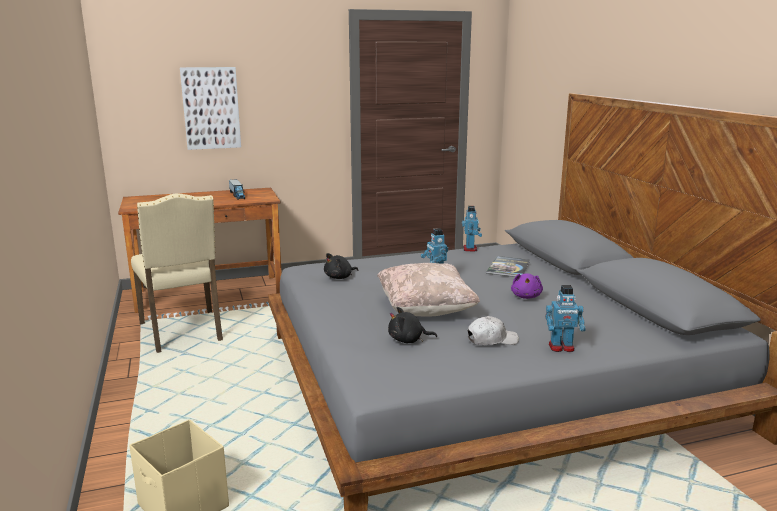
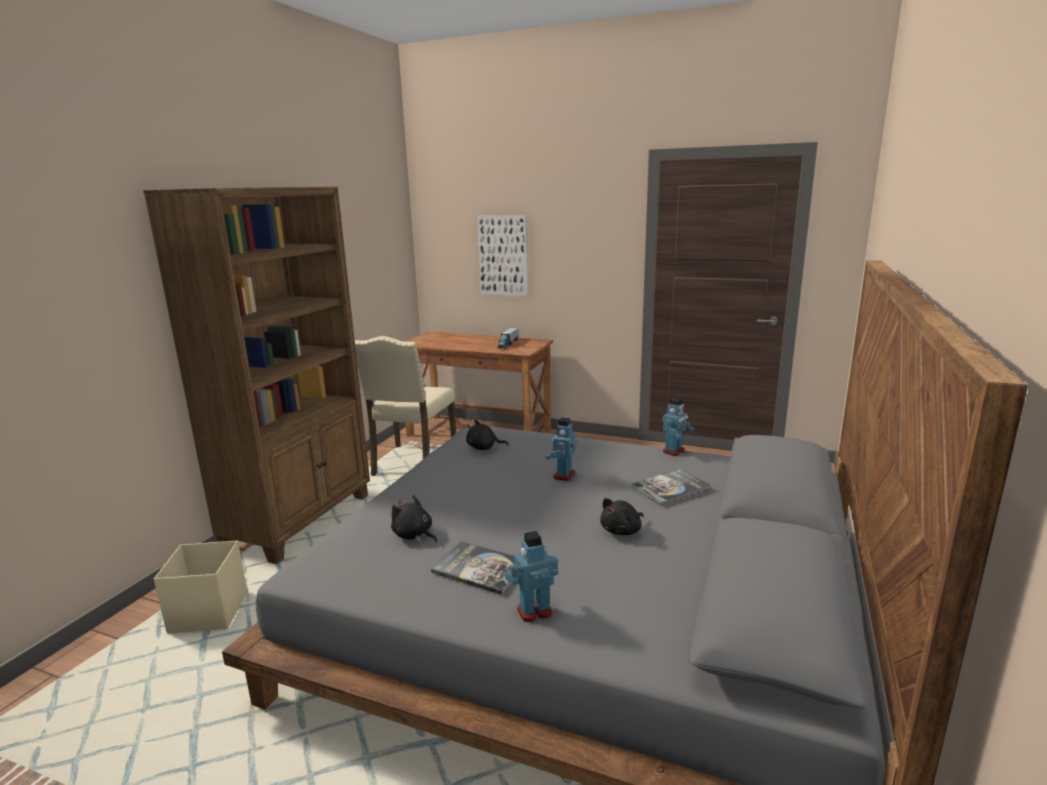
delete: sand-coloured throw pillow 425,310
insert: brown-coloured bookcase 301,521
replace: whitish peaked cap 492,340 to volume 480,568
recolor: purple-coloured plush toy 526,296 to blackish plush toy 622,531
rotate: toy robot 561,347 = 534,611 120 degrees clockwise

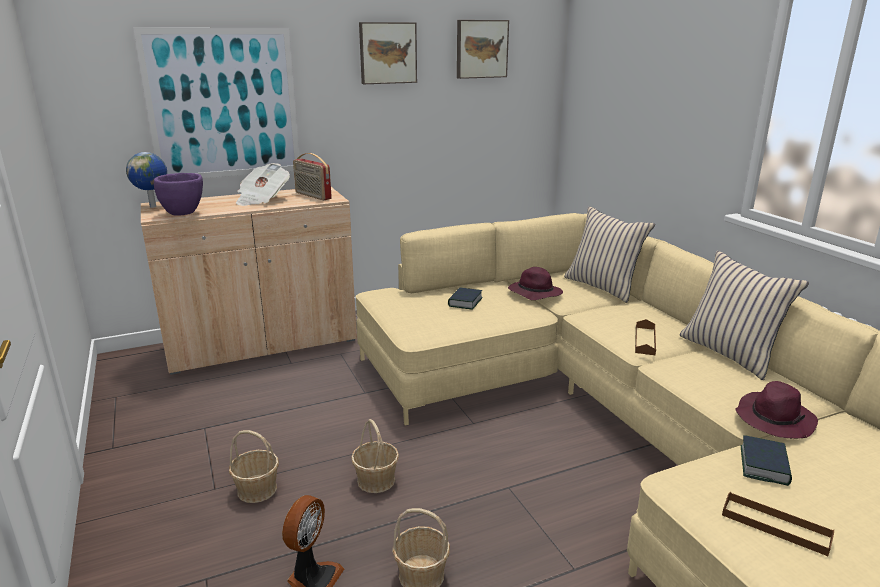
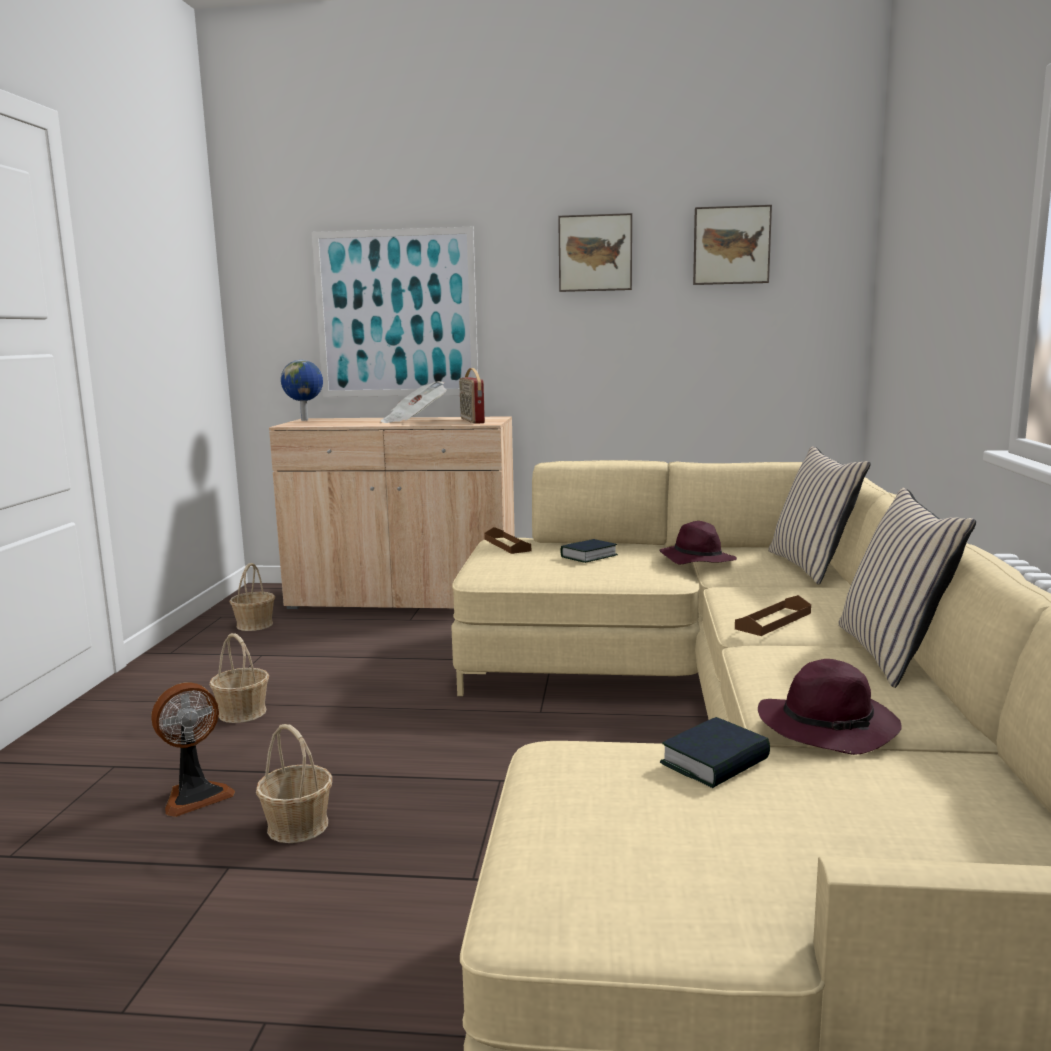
delete: purple-coloured deep dish 183,214
move: basket 376,480 to 255,625; brown-coloured serving tray 775,526 to 507,545

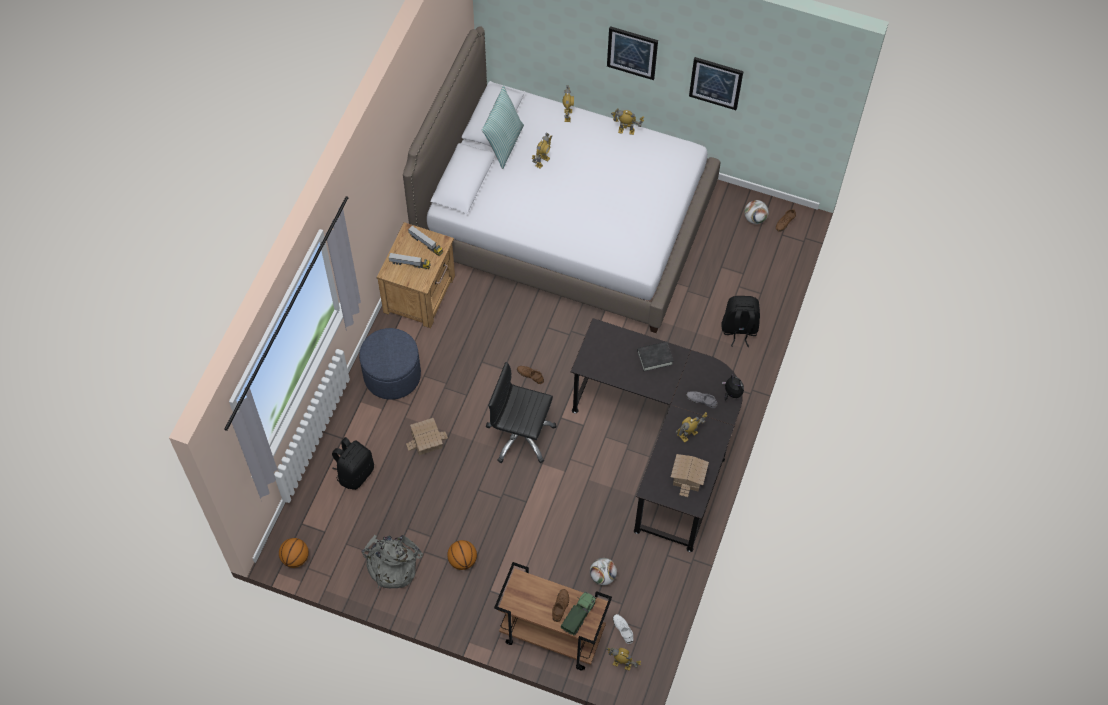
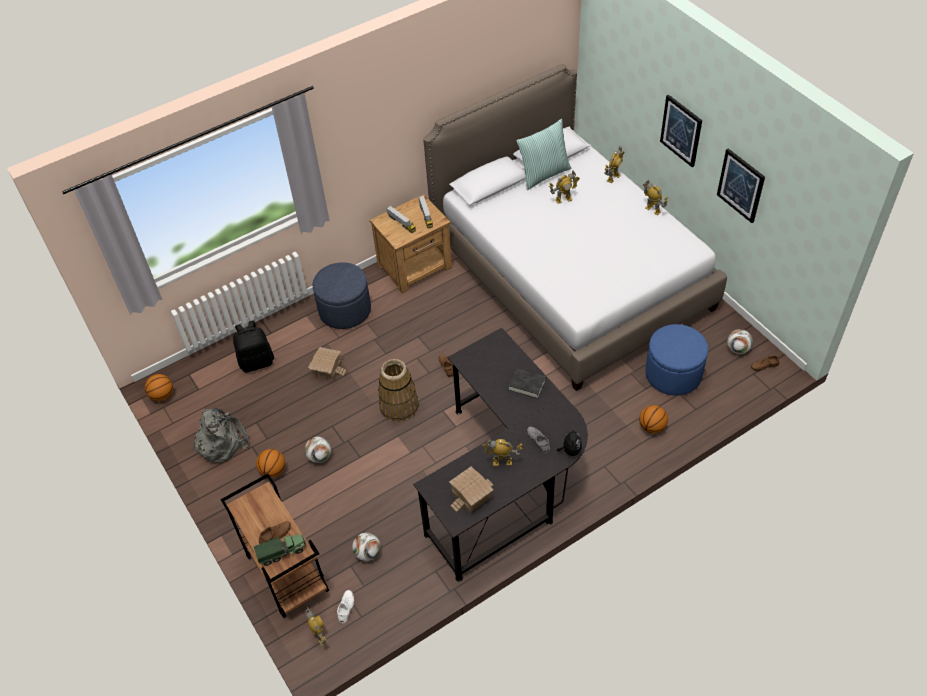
insert: football ball 319,456; blue ottoman 673,374
replace: blackish desk chair 520,436 to basket 399,406; blackish knapsack 739,329 to basketball ball 652,427

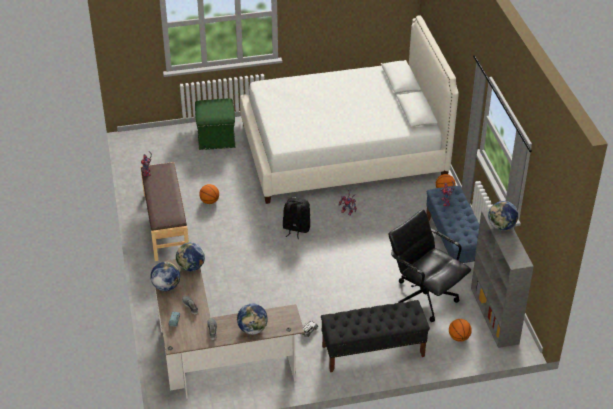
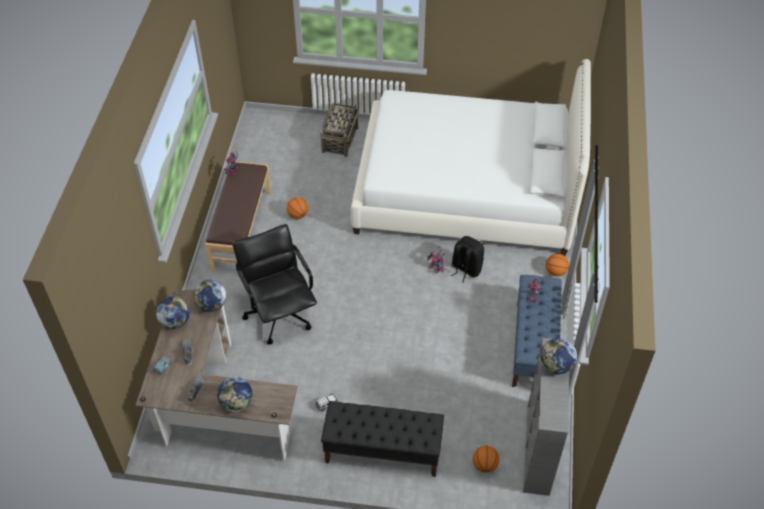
move: blackish knapsack 296,229 to 465,269; blackish desk chair 424,297 to 279,314
replace: green-coloured ottoman 216,138 to basket 340,139

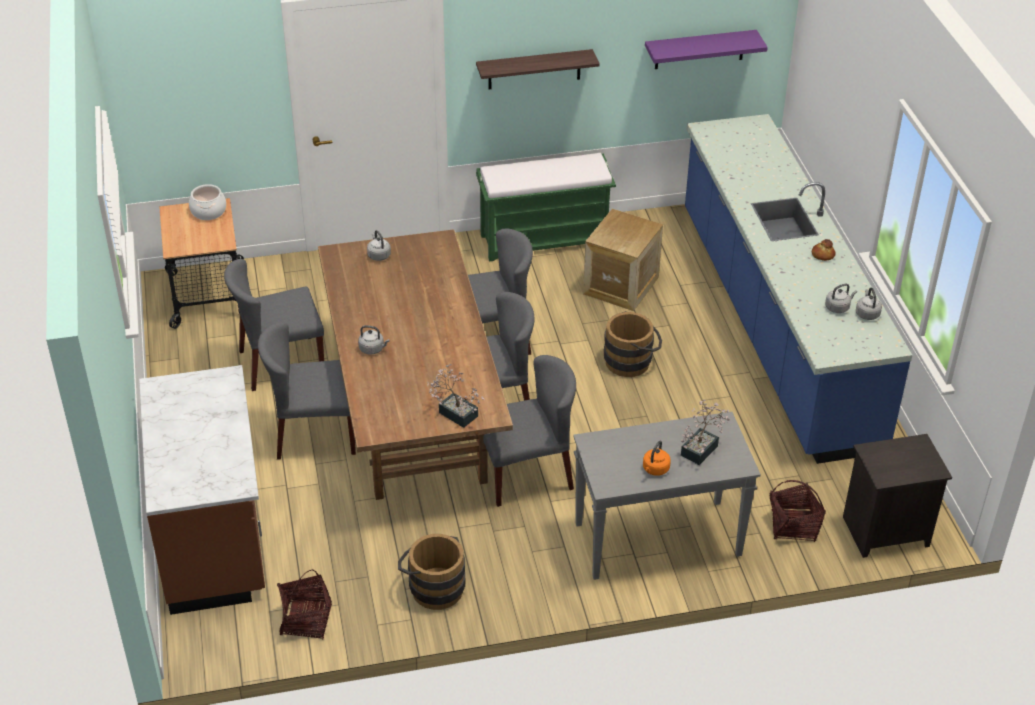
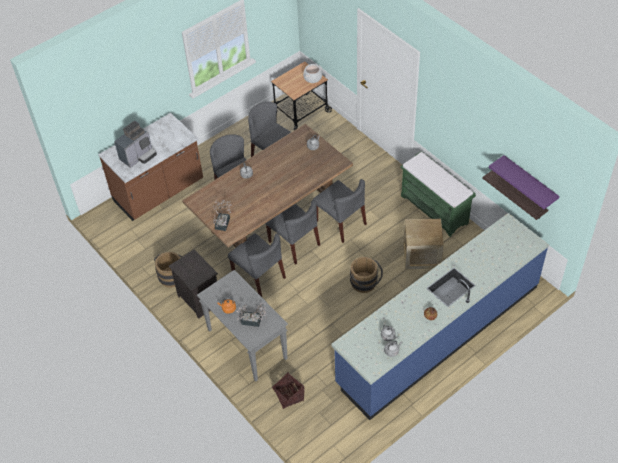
delete: basket 306,621
insert: coffee maker 138,156
move: shelf 534,69 to 519,195; blackish night table 885,533 to 198,299

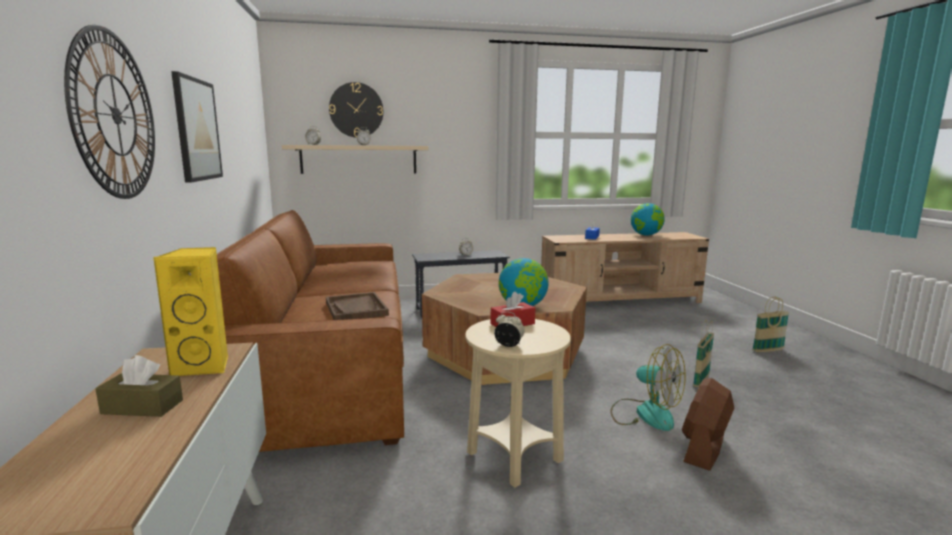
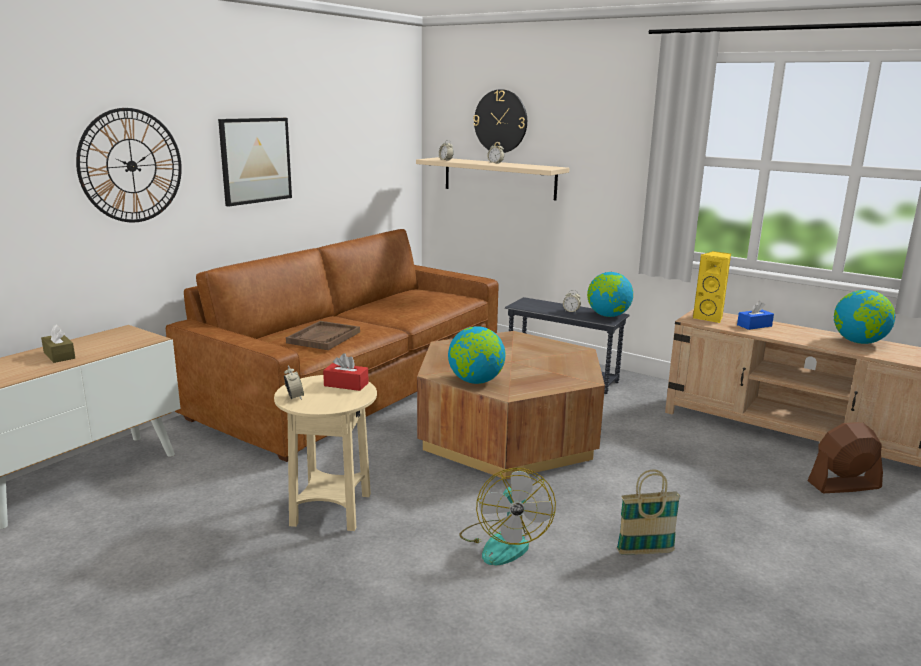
delete: basket 767,350
insert: world globe 608,316
move: yellow loudspeaker 205,366 to 710,318; brown-coloured fan 703,449 to 843,485

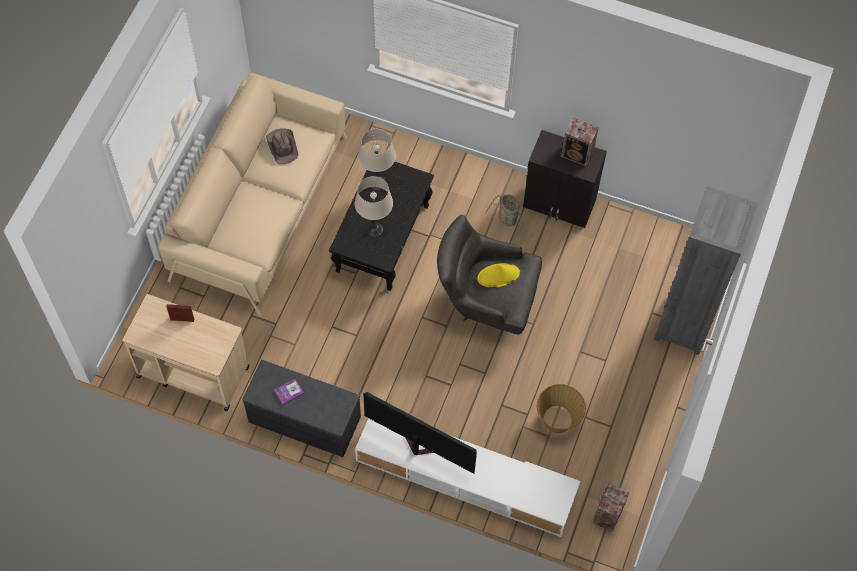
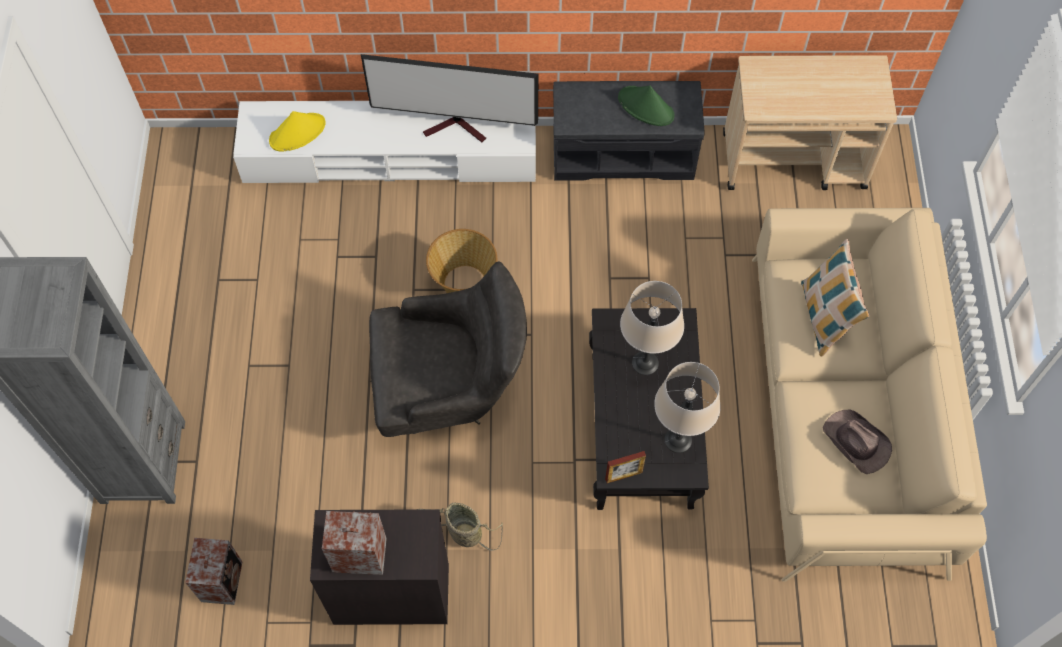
insert: throw pillow 824,317
move: standing frame 182,319 to 623,475; yellow hat 498,276 to 297,132; basket 558,419 to 463,283; loudspeaker 607,515 to 223,580
replace: volume 289,392 to green-coloured hat 646,107

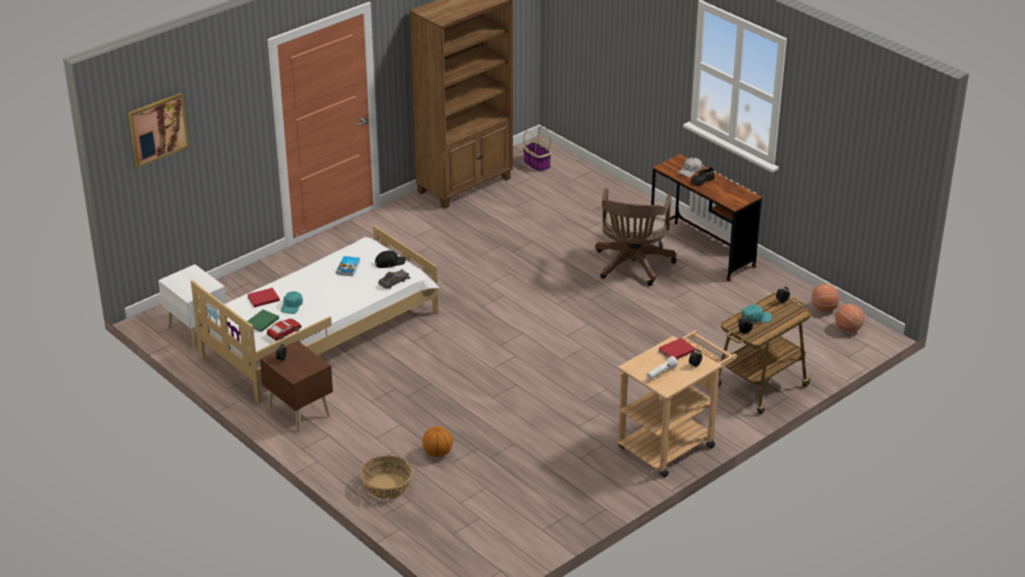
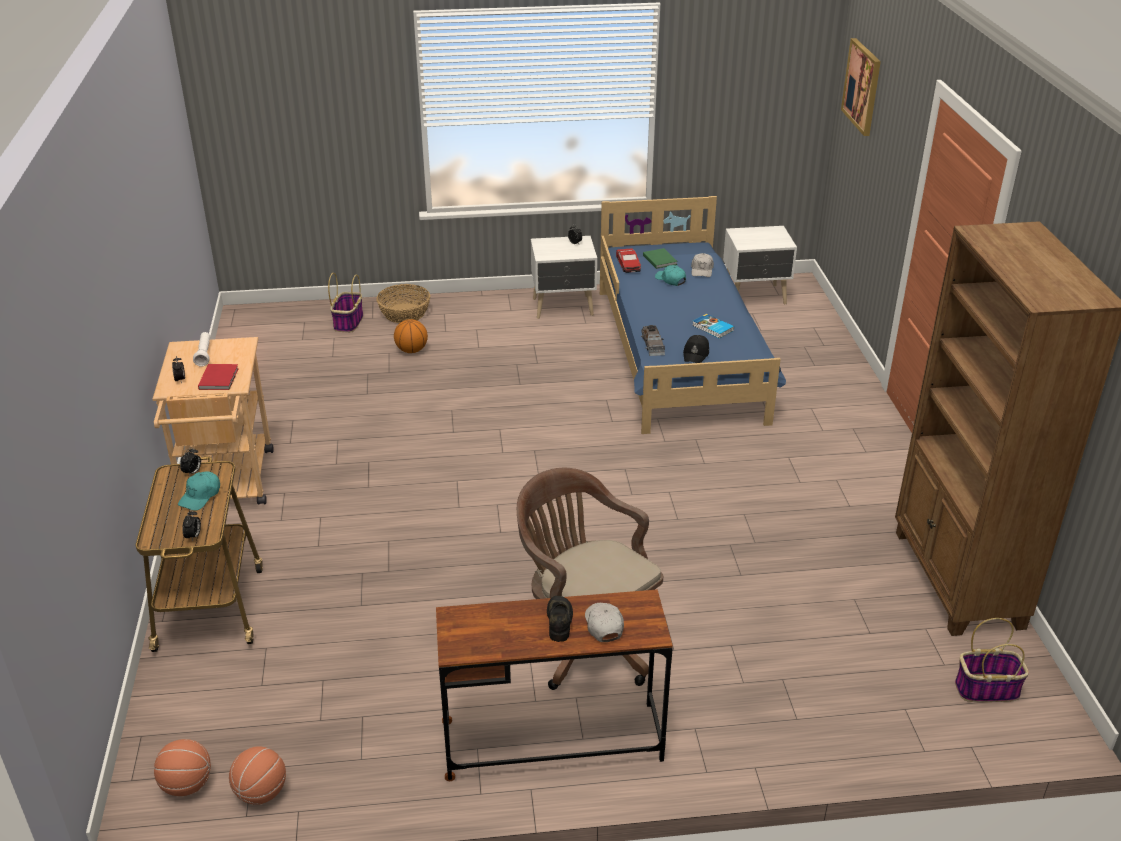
insert: basket 348,322
replace: reddish volume 262,298 to whitish peaked cap 702,270
recolor: whitish bedroom bed 321,333 to blue bedroom bed 680,354; brown-coloured night table 299,411 to whitish night table 564,307

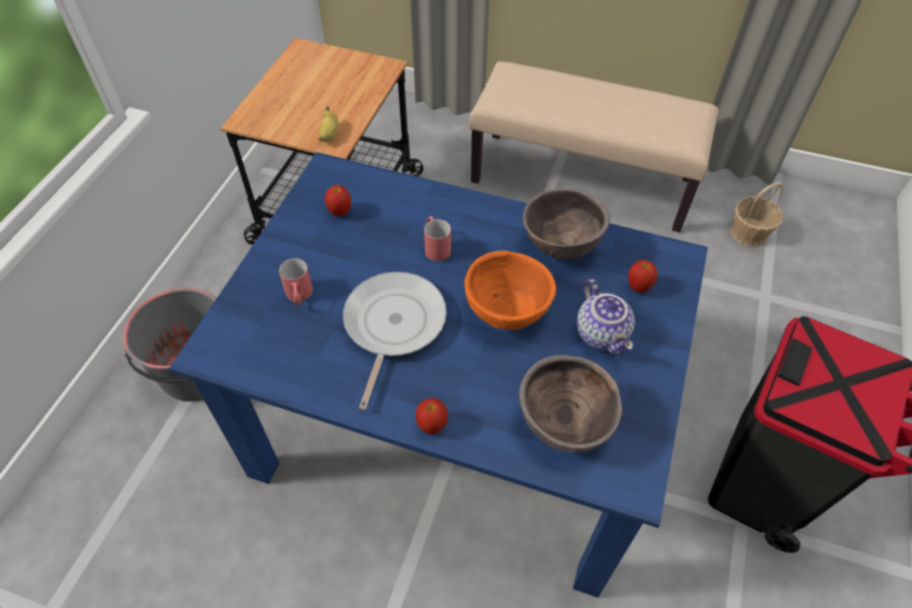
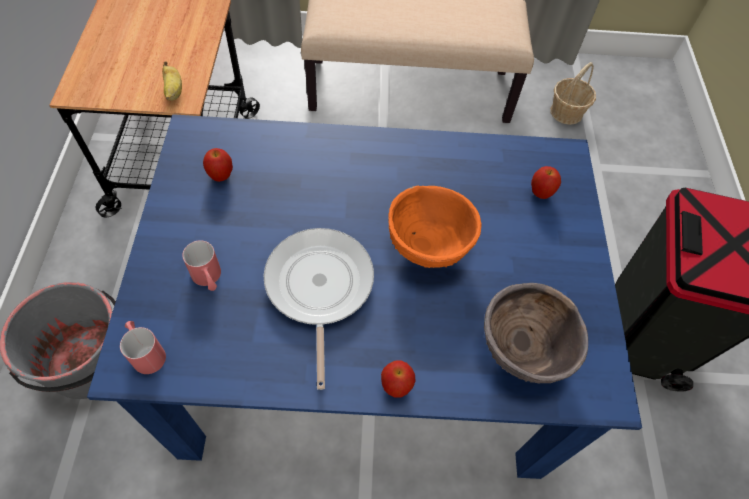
delete: brown-coloured deep dish 560,248; pot for tea 603,334
move: reddish tea mug 436,246 to 146,352

